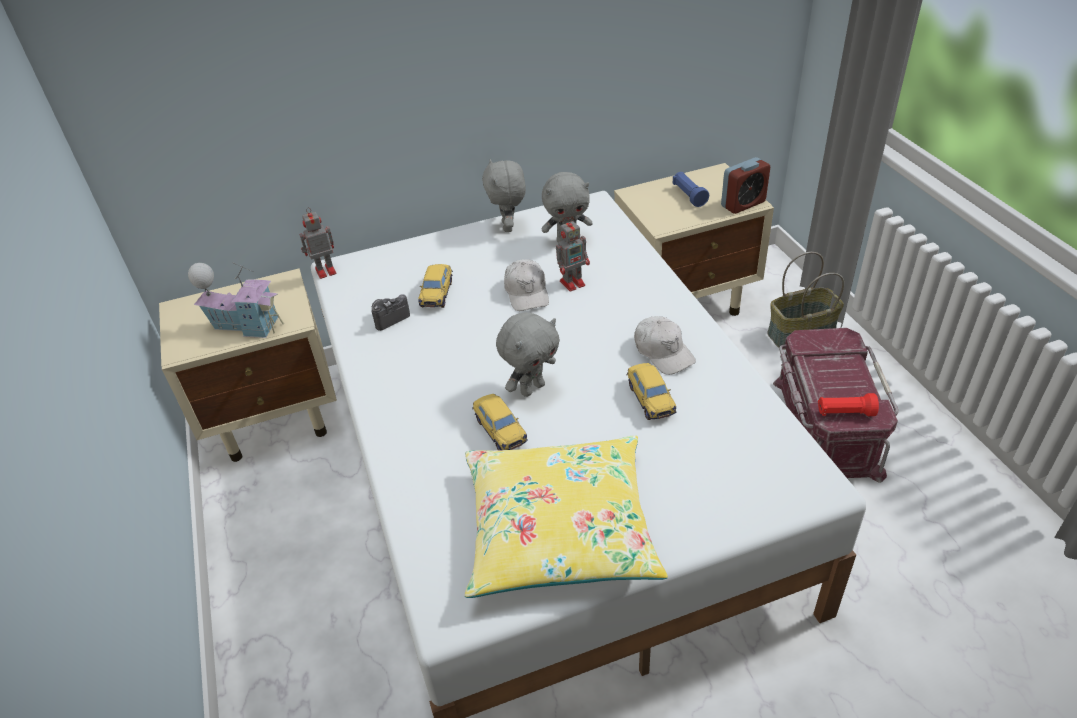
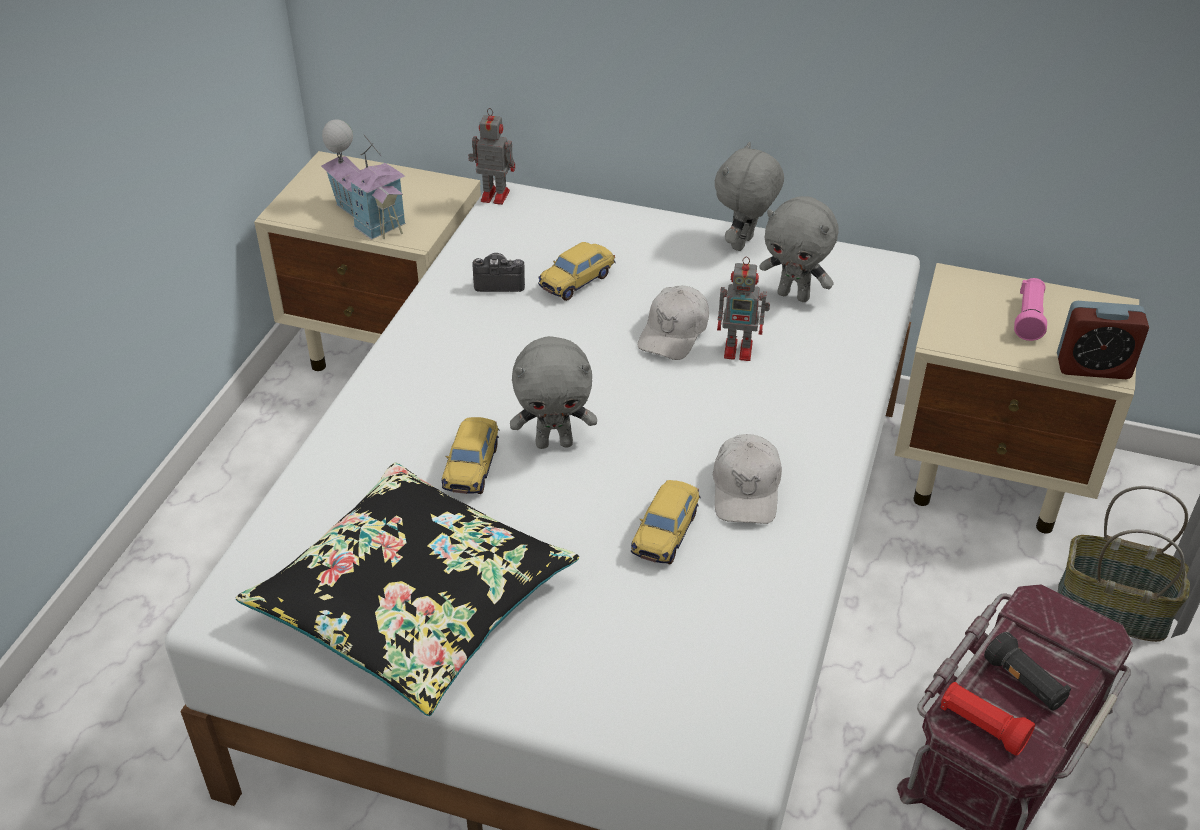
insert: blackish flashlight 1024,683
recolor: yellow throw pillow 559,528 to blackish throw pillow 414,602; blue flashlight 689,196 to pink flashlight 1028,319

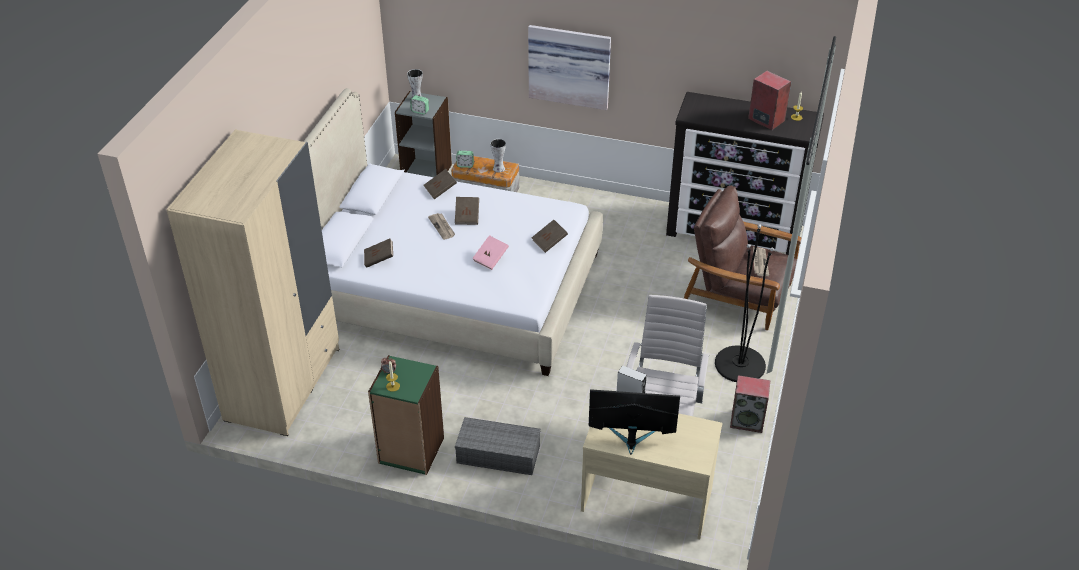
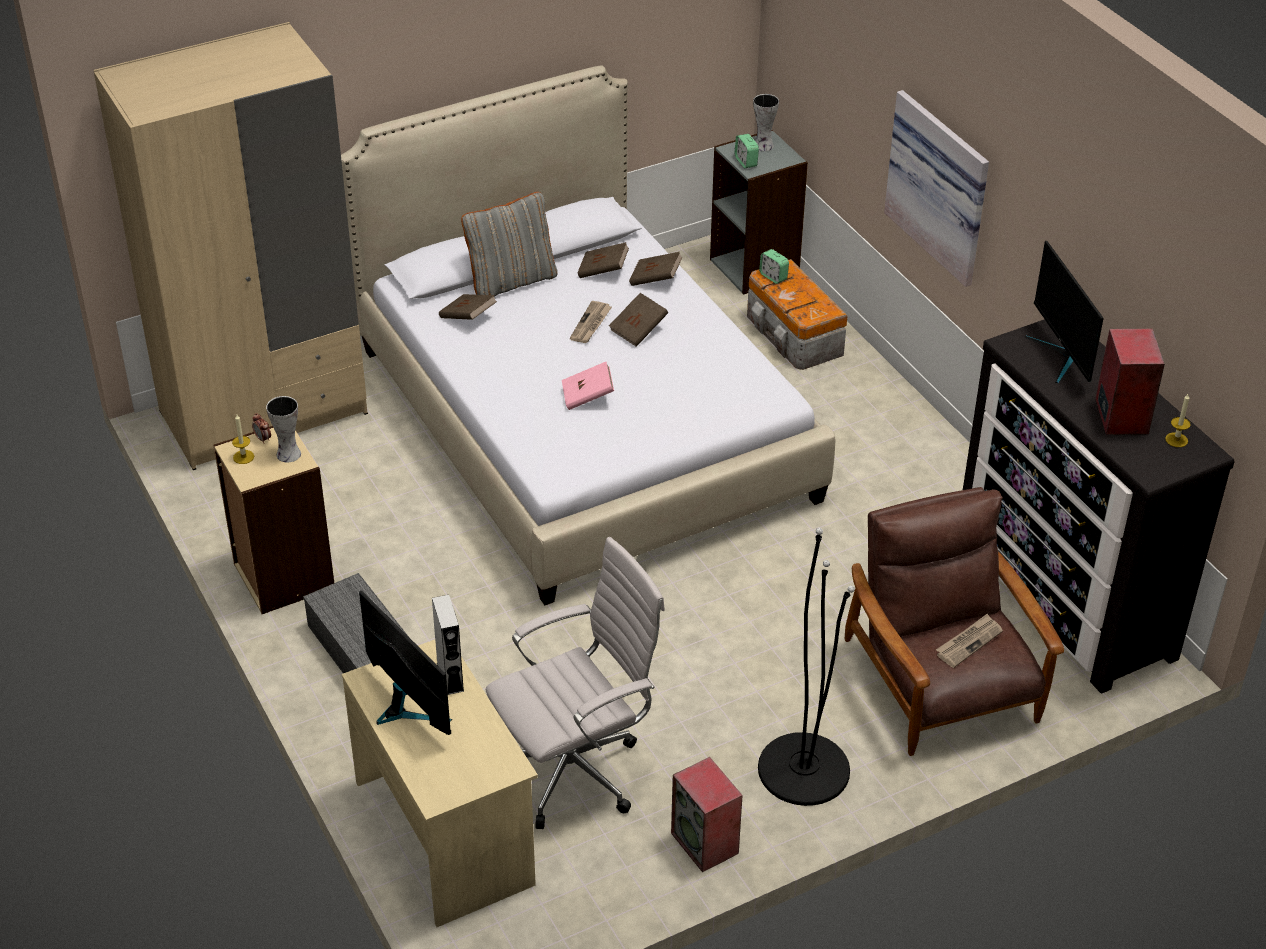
insert: gray throw pillow 511,280; monitor 1062,356
move: vase 498,169 to 287,454; brown-coloured volume 549,242 to 603,271
recolor: green-coloured bookcase 411,451 to sand-coloured bookcase 283,576

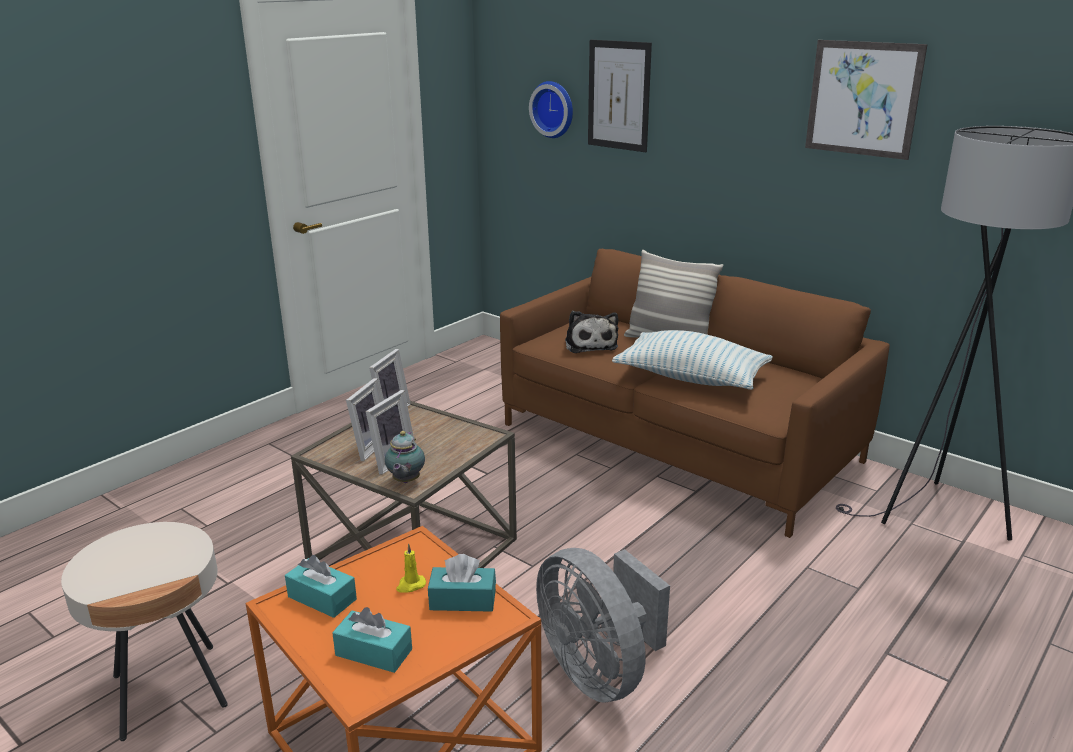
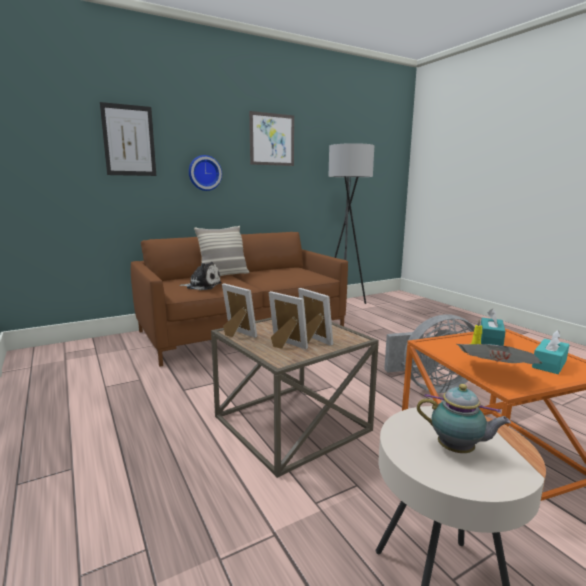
delete: throw pillow 691,378
move: pot for tea 405,481 to 458,450; wall clock 554,109 to 204,173
replace: turquoise-coloured box of tissues 322,598 to printed paper 495,374

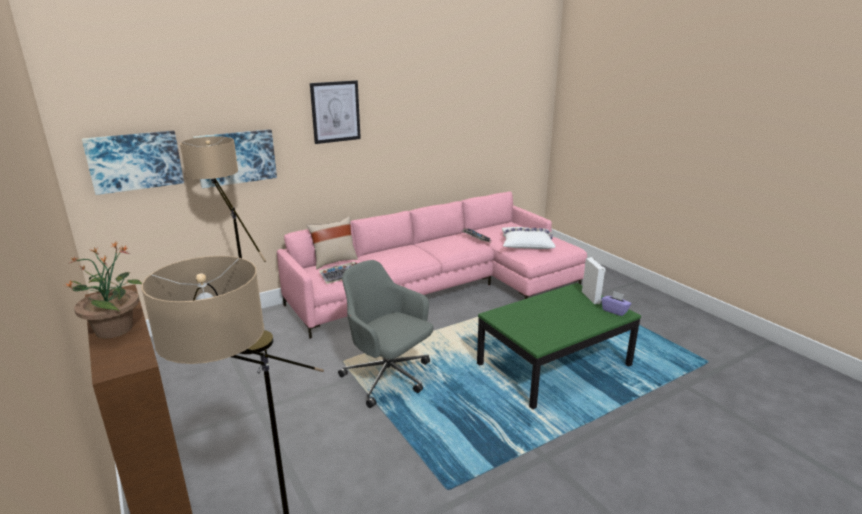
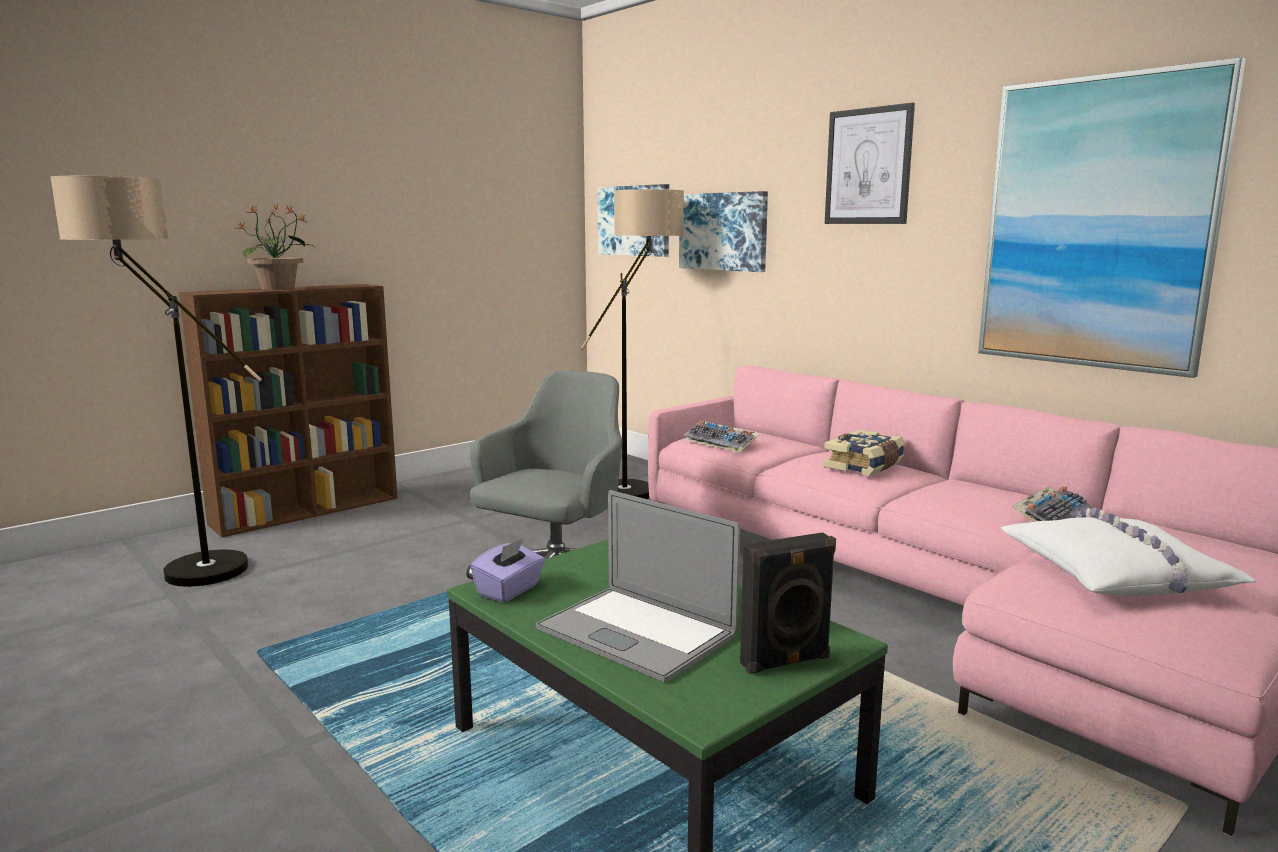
delete: sand-coloured throw pillow 334,261
insert: portable computer 636,632; volume 865,466; picture 1097,224
move: purple-coloured box of tissues 615,311 to 509,590
recolor: whitish loudspeaker 591,297 to blackish loudspeaker 786,662

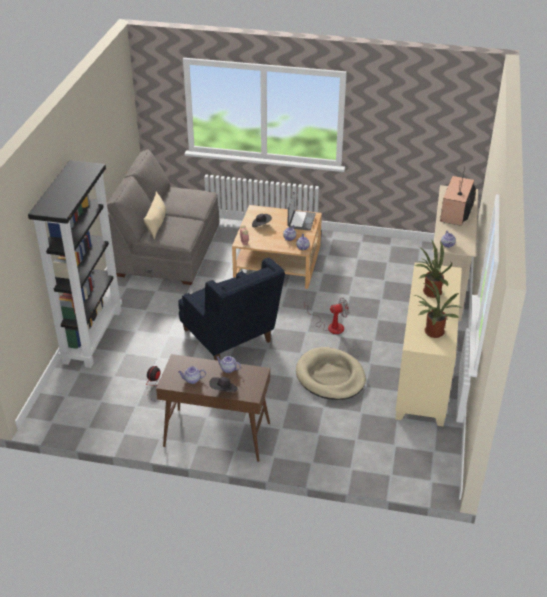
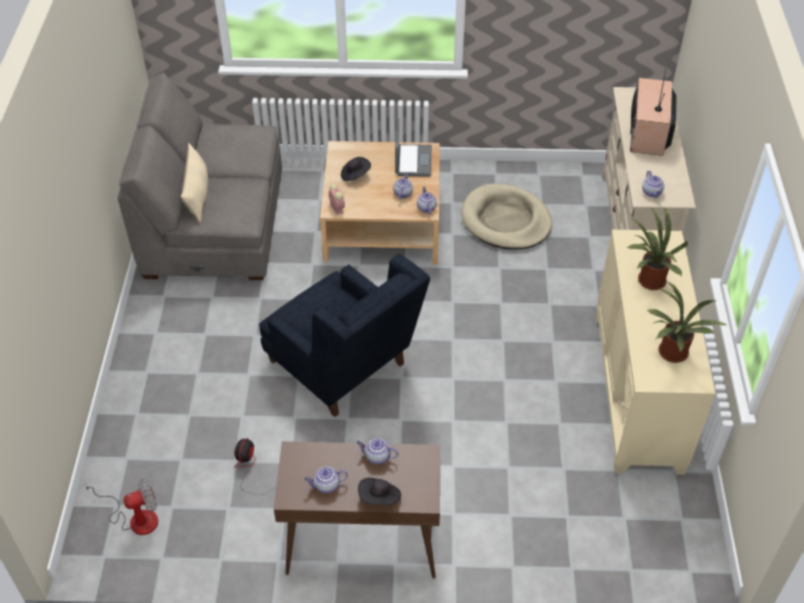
delete: blackish bookcase 92,336
move: sand-coloured dog cushion 330,377 to 506,221; fan 330,326 to 135,518

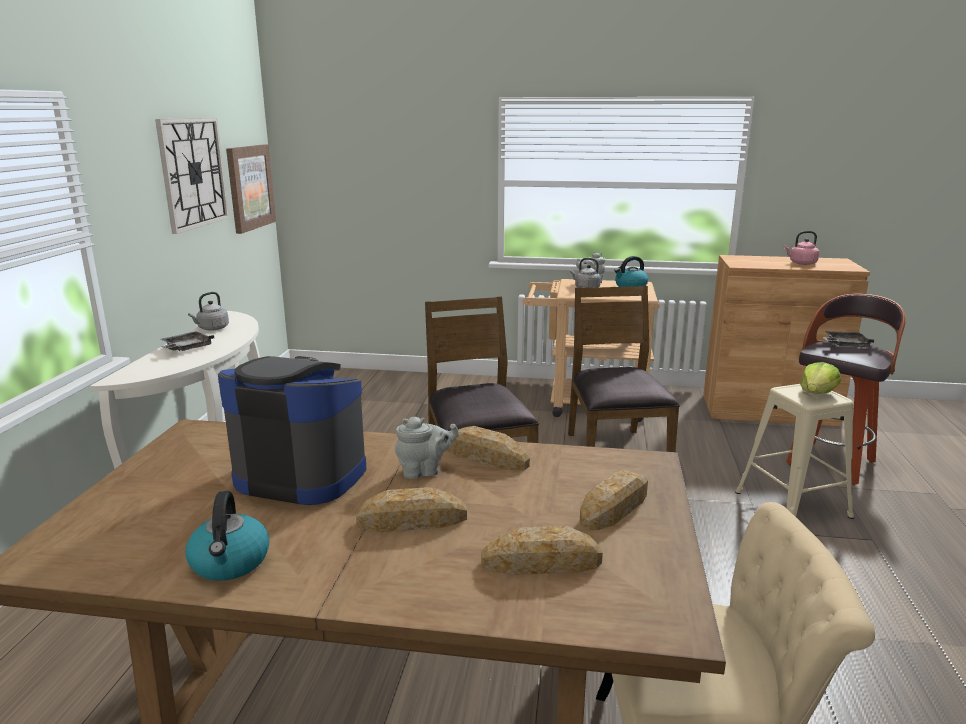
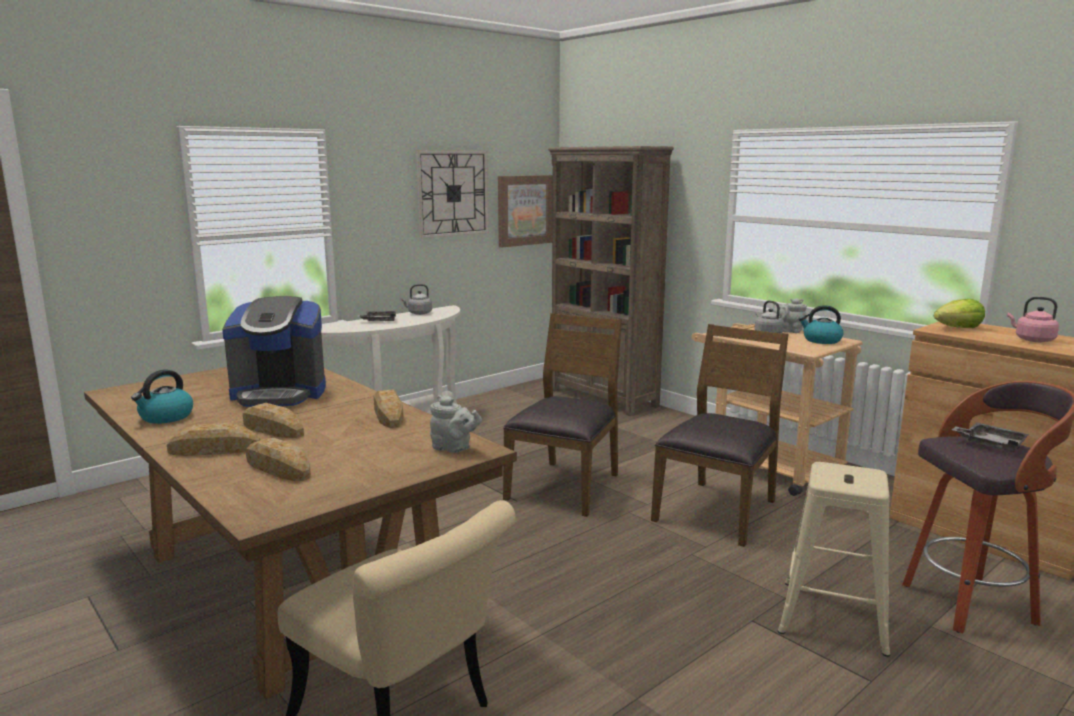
insert: brown-coloured bookcase 604,398
move: gray pot for tea 424,471 to 454,448; bakery bread 615,507 to 214,449; lettuce 817,393 to 958,328
rotate: coffee maker 301,475 = 279,394 120 degrees clockwise

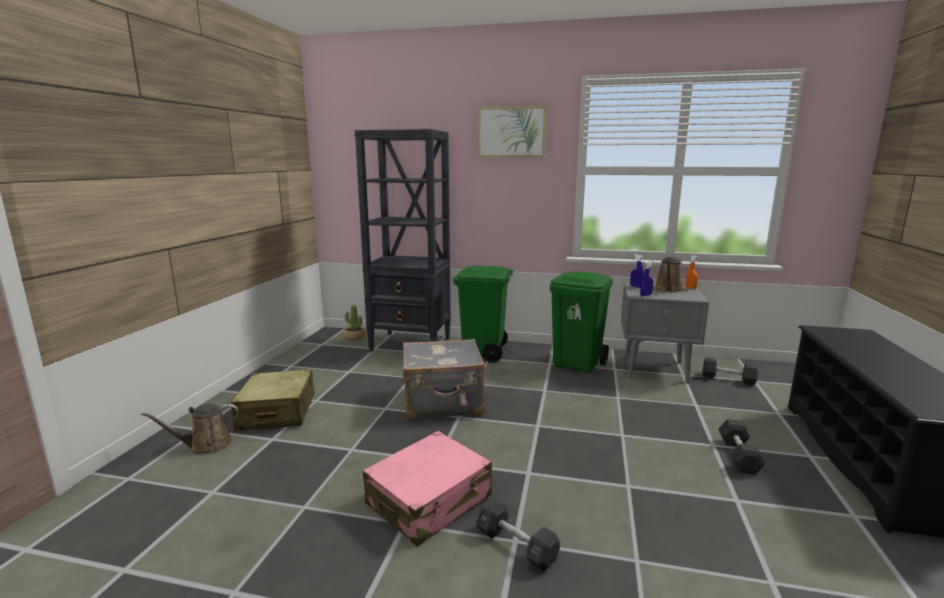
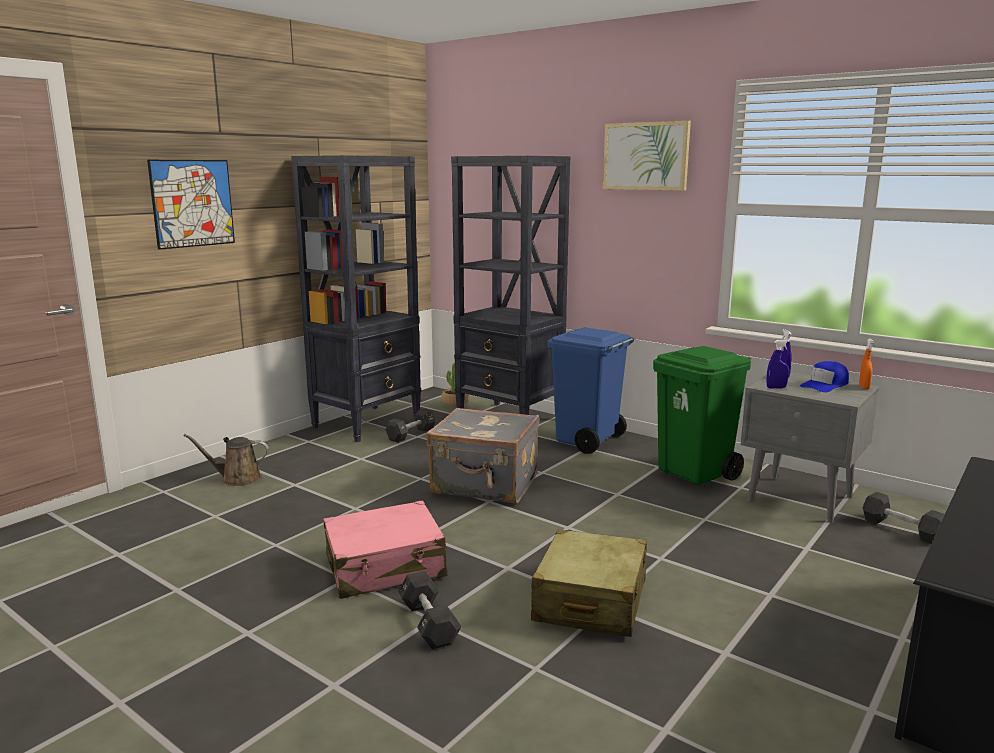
insert: picture 192,203; blackish bookcase 368,423
move: sand-coloured suitcase 277,412 to 590,601; blackish hand weight 738,456 to 411,434
replace: brown-coloured watering can 668,289 to blue peaked cap 825,385
recolor: green-coloured waste bin 484,353 to blue waste bin 587,441

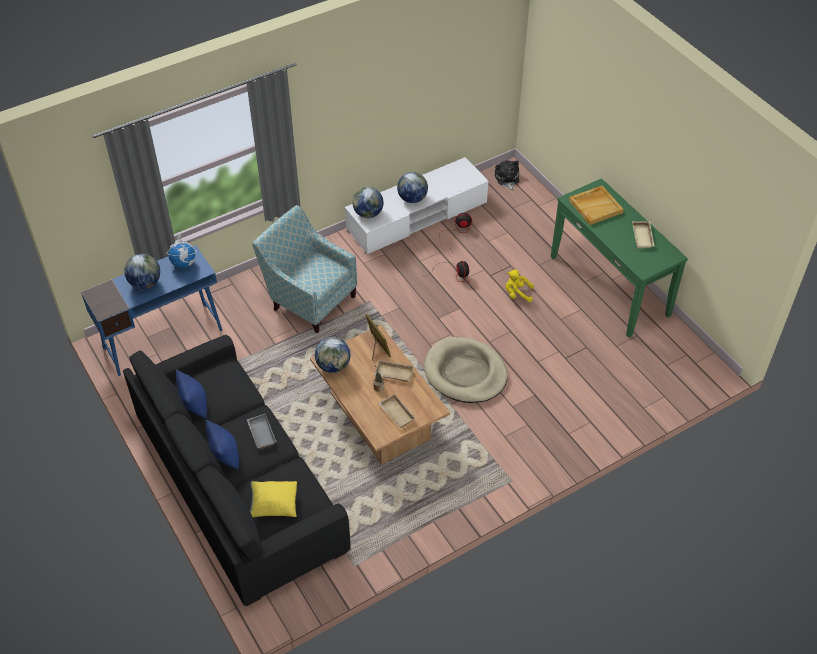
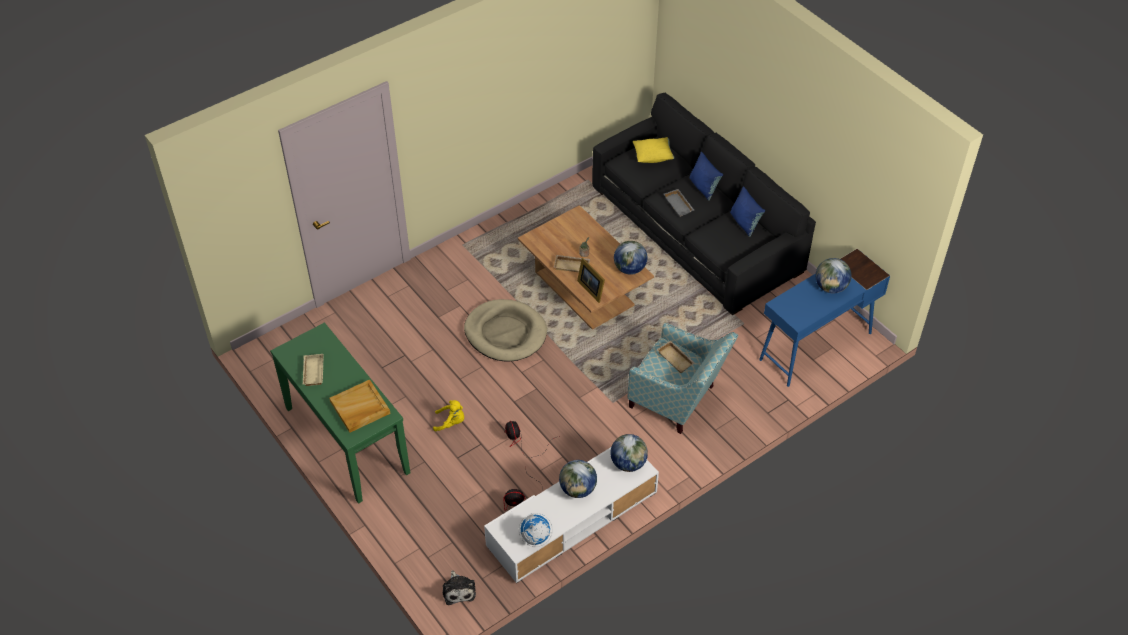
move: world globe 184,263 to 535,538; sand-coloured serving tray 395,413 to 676,359

